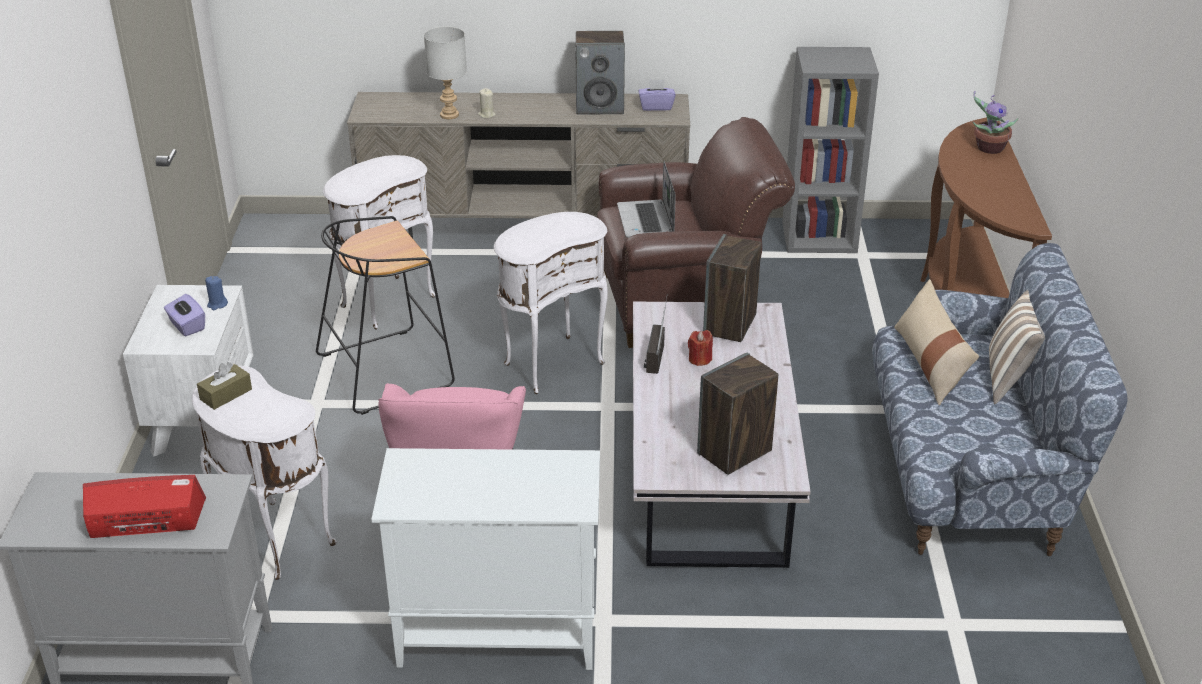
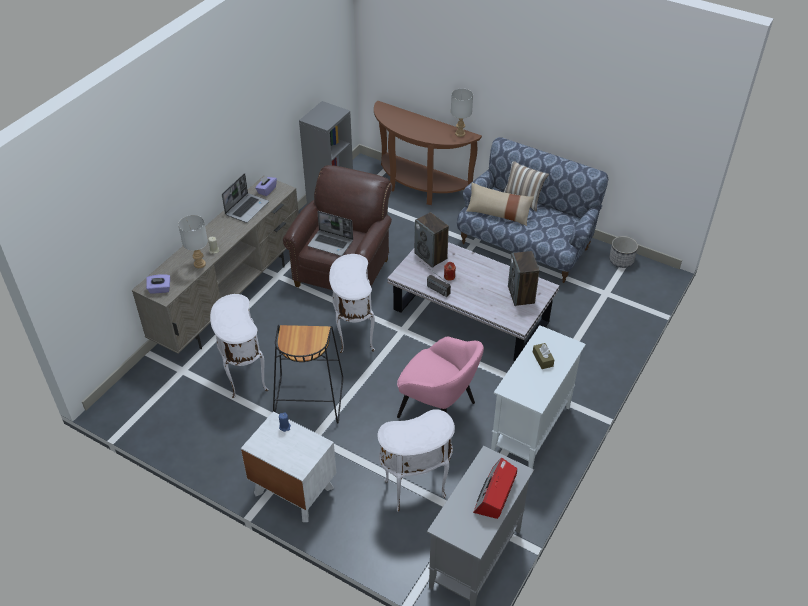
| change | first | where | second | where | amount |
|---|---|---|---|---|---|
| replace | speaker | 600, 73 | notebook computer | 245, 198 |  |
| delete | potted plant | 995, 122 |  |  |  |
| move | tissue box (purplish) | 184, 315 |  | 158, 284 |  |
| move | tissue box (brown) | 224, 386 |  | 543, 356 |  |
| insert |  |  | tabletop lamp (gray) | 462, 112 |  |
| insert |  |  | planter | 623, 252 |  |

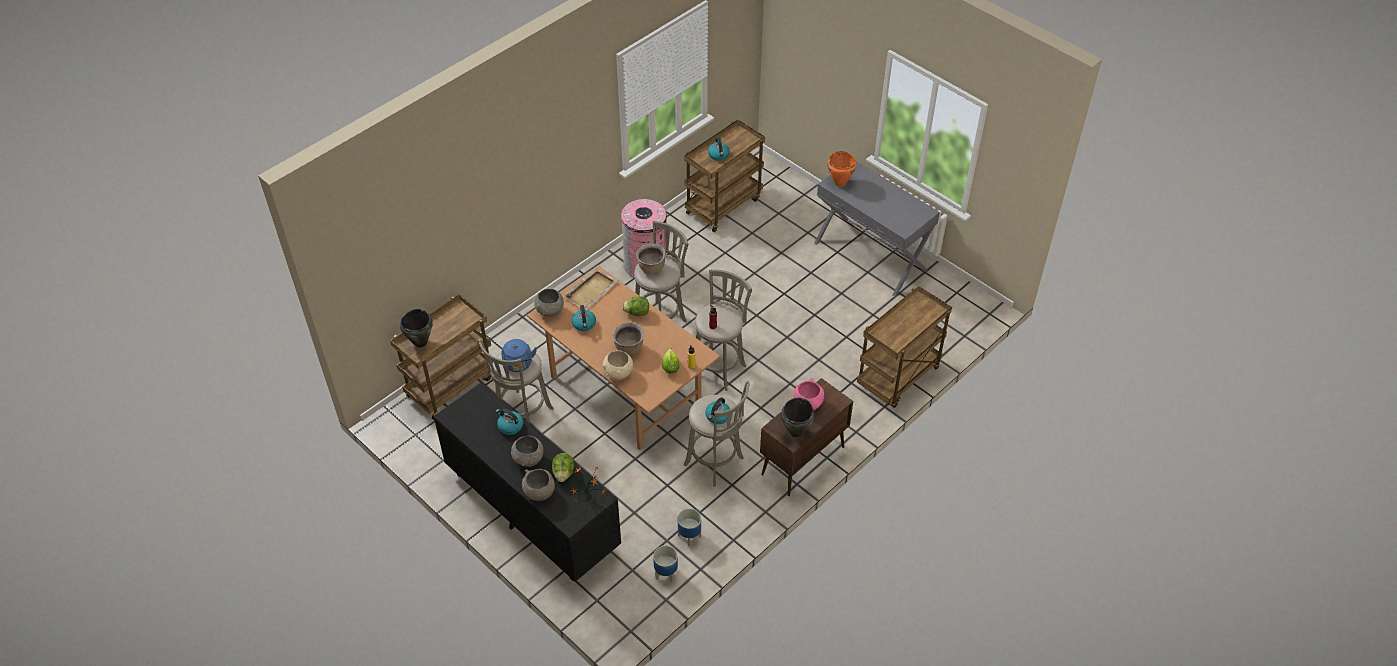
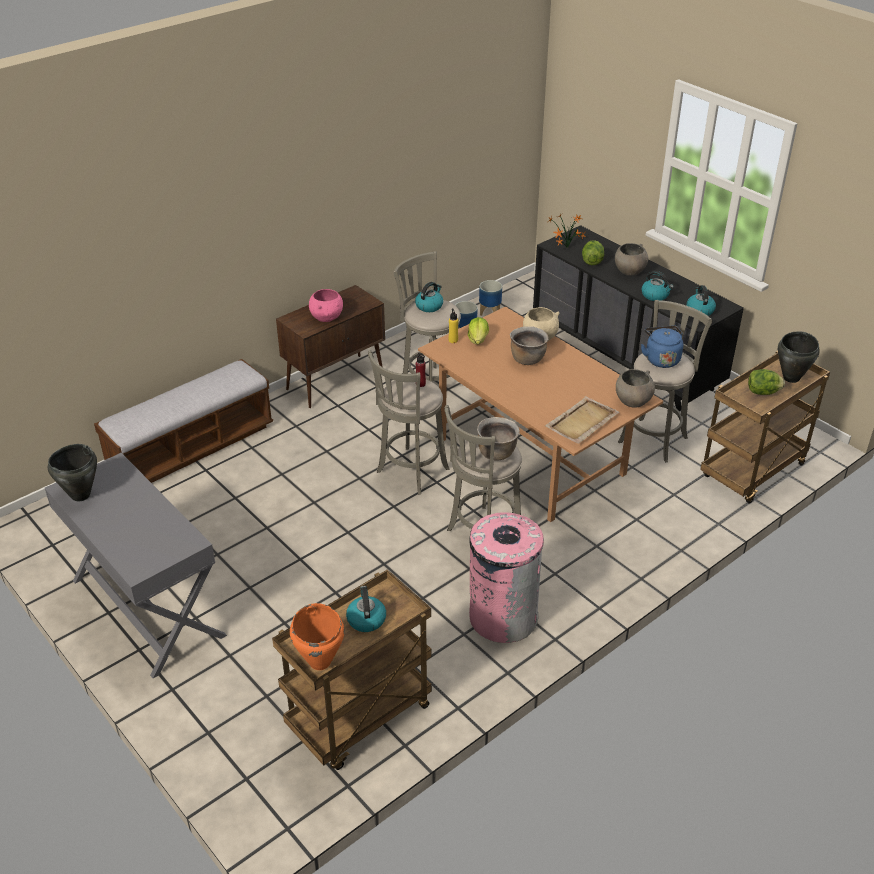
| change | first | where | second | where | amount |
|---|---|---|---|---|---|
| move | stockpot (orange) | 842, 169 |  | 317, 636 |  |
| replace | trolley (brown) | 904, 347 | bench | 183, 421 |  |
| move | lettuce | 635, 306 |  | 766, 382 |  |
| move | water kettle | 584, 318 |  | 701, 300 |  |
| move | stockpot (black-coloured) | 797, 417 |  | 72, 472 |  |
| delete | deep dish (gray) | 538, 485 |  |  |  |

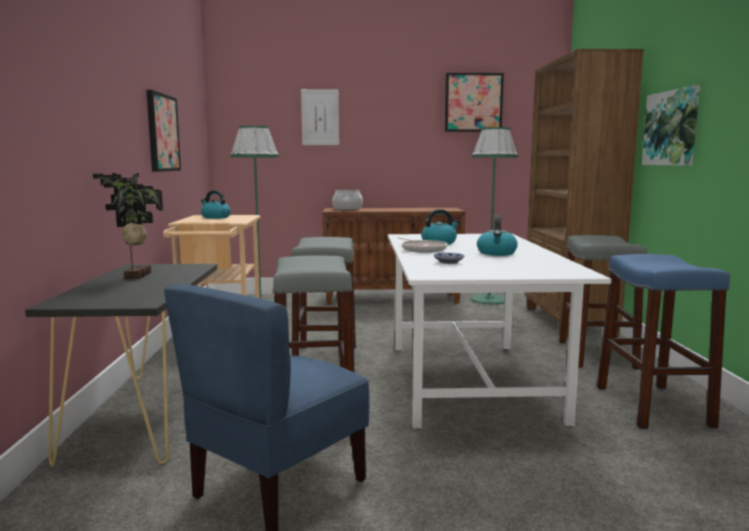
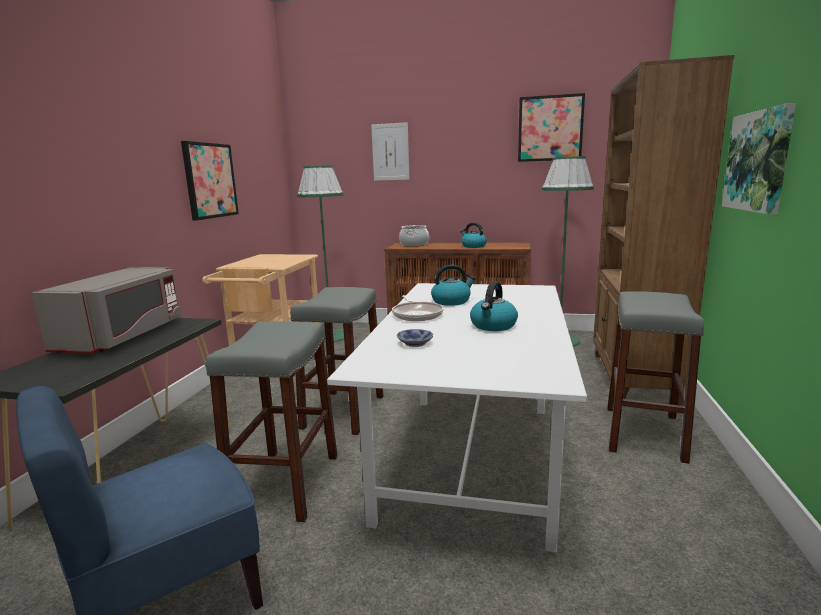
| change | first | where | second | where | amount |
|---|---|---|---|---|---|
| replace | potted plant | 128, 226 | microwave (gray) | 106, 310 |  |
| move | water kettle | 216, 204 |  | 474, 235 |  |
| delete | stool (blue-coloured) | 663, 341 |  |  |  |

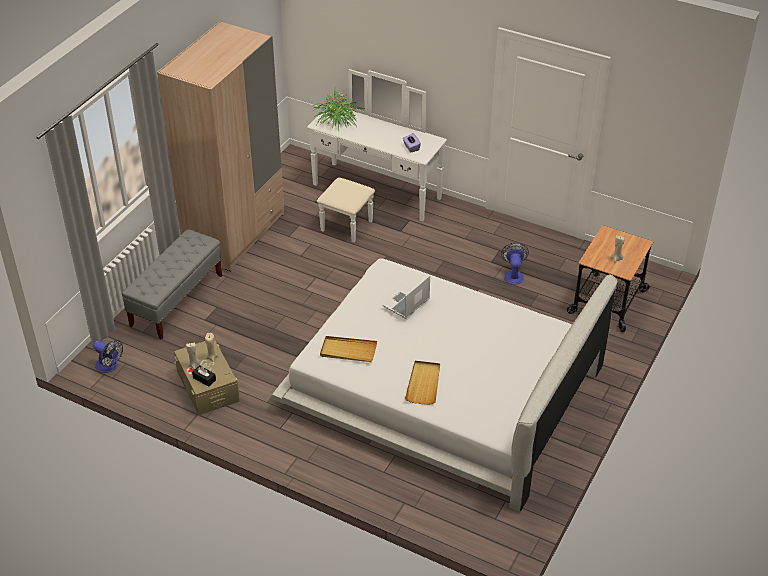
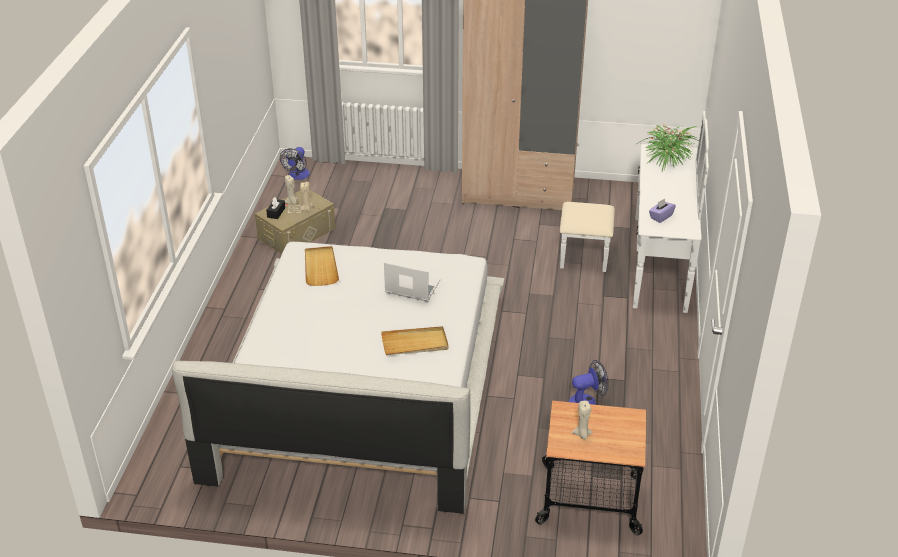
| change | first | where | second | where | amount |
|---|---|---|---|---|---|
| delete | bench (gray) | 172, 284 |  |  |  |
| move | carrying tray (sand-coloured) | 422, 383 |  | 415, 340 |  |

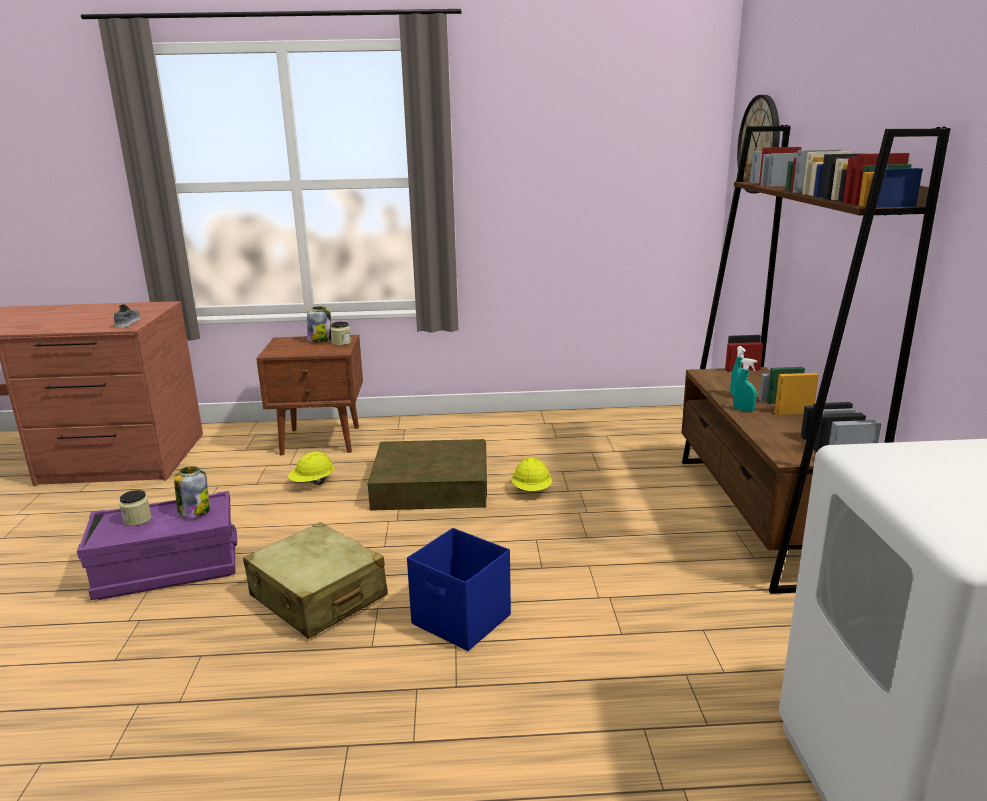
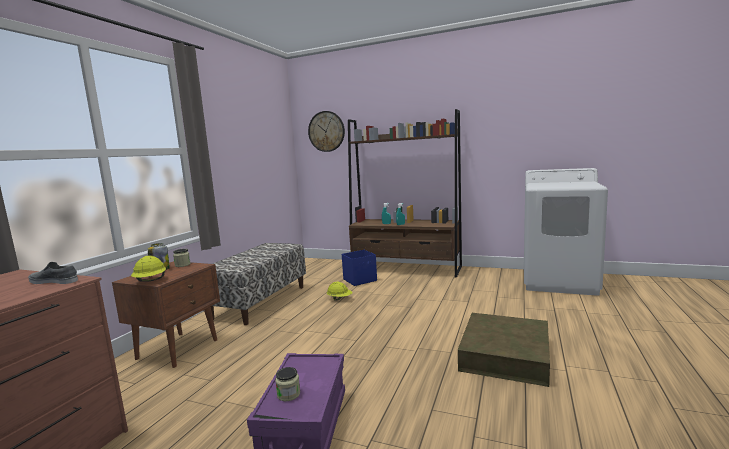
| change | first | where | second | where | amount |
|---|---|---|---|---|---|
| move | storage bin (brown) | 427, 475 |  | 504, 350 |  |
| move | work helmet (yellow-coloured) | 311, 468 |  | 148, 268 |  |
| delete | preserve jar | 192, 492 |  |  |  |
| delete | travel case (sand-coloured) | 315, 580 |  |  |  |
| move | storage bin (blue-coloured) | 459, 589 |  | 359, 268 |  |
| insert |  |  | bench | 258, 284 |  |

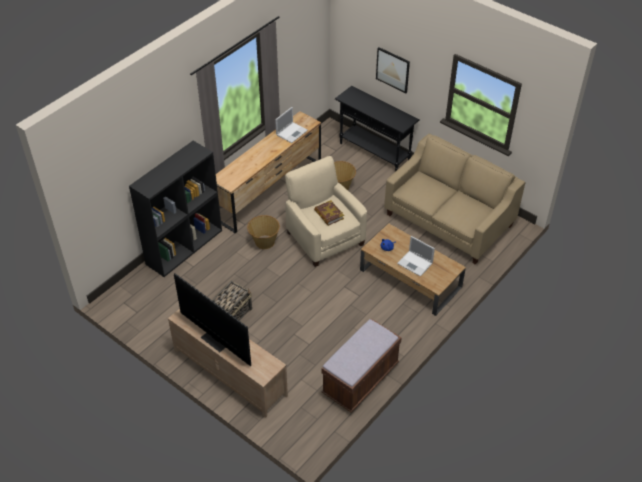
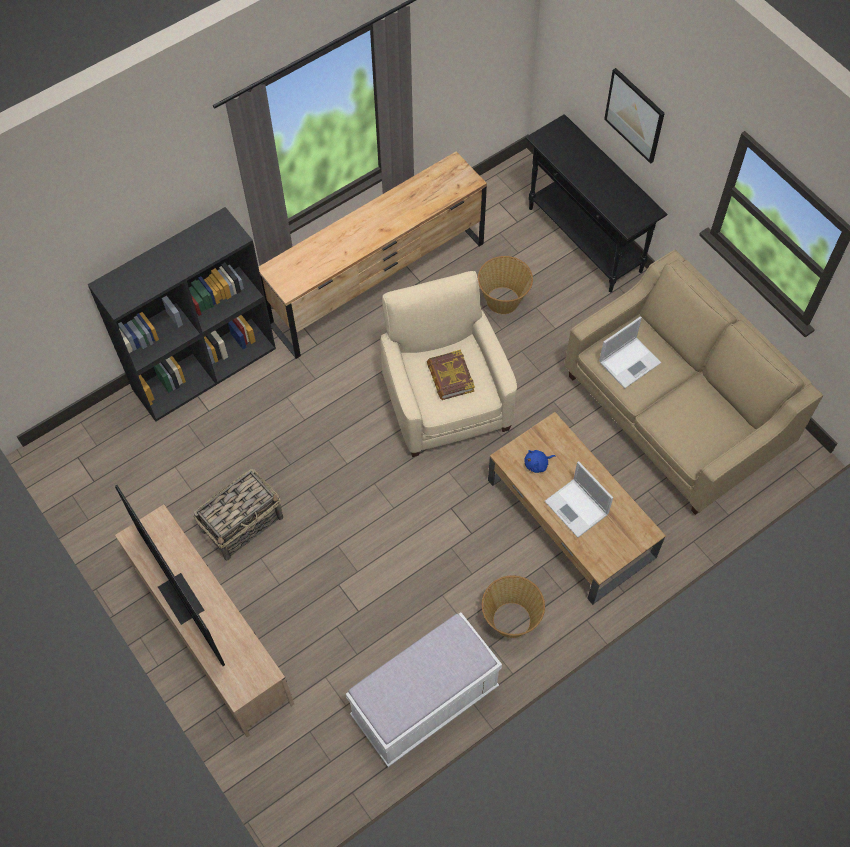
| change | first | where | second | where | amount |
|---|---|---|---|---|---|
| move | notebook computer | 291, 125 |  | 630, 352 |  |
| move | household basket | 263, 232 |  | 513, 607 |  |
| recolor | bench (brown) | 361, 366 | bench (white) | 424, 689 |  |

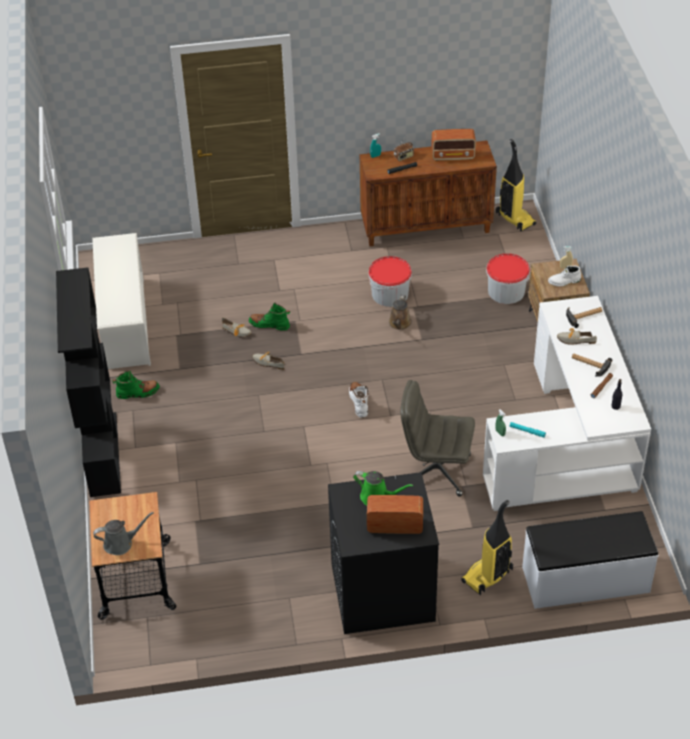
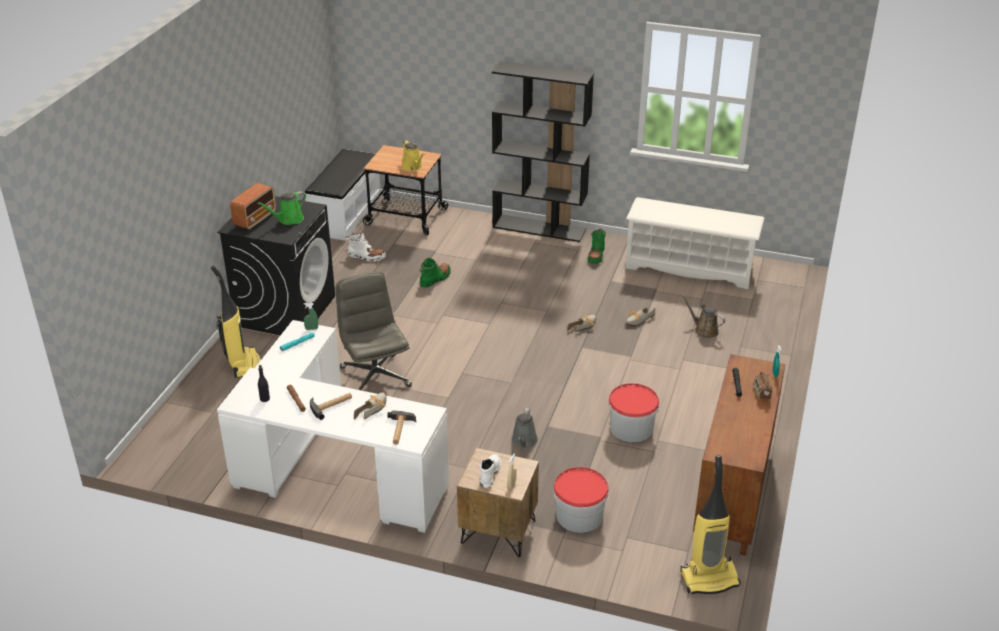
| change | first | where | second | where | amount |
|---|---|---|---|---|---|
| delete | radio receiver | 453, 145 |  |  |  |
| move | watering pot (brown) | 400, 312 |  | 703, 316 |  |
| move | tall boot (greenish) | 269, 317 |  | 435, 273 |  |
| rotate | desk chair (gray) | 437, 438 |  | 374, 330 | 60 degrees counterclockwise |
| move | tall boot (white) | 359, 400 |  | 366, 247 |  |
| move | bench (white) | 590, 560 |  | 343, 195 |  |
| move | watering pot (gray) | 123, 533 |  | 524, 428 |  |
| insert |  |  | watering pot (yellow-coloured) | 413, 155 |  |

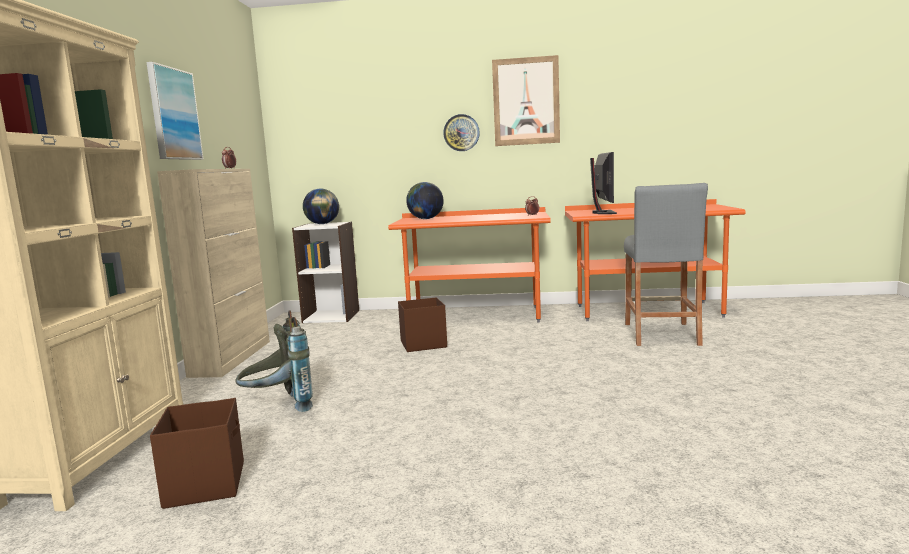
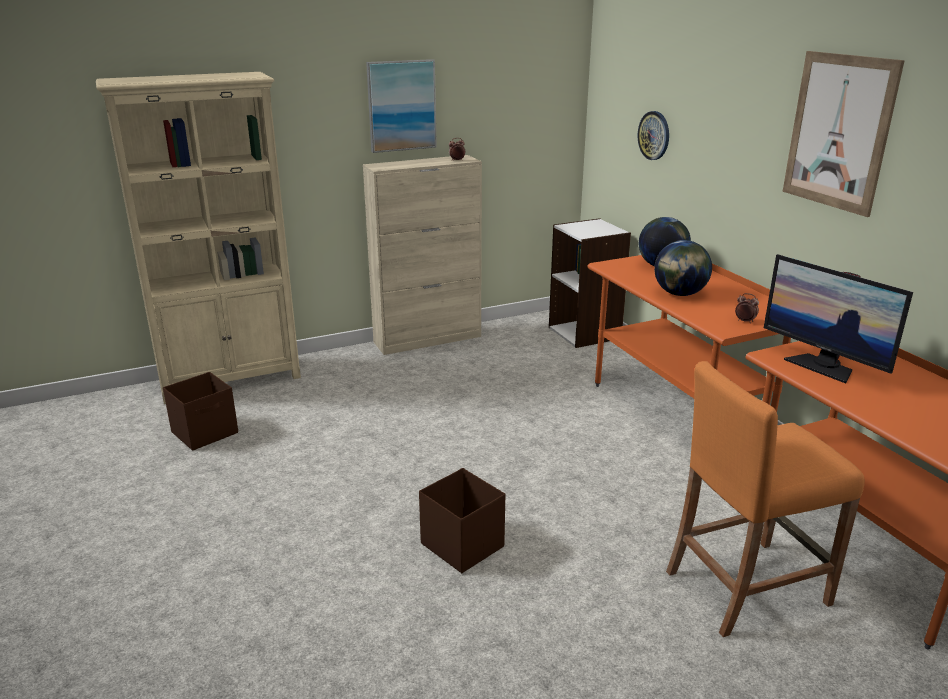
| change | first | where | second | where | amount |
|---|---|---|---|---|---|
| move | wall clock | 461, 132 |  | 653, 135 |  |
| rotate | computer display | 603, 183 |  | 838, 319 | 75 degrees clockwise |
| recolor | stool (gray) | 666, 264 | stool (orange) | 765, 499 |  |
| move | globe | 321, 206 |  | 683, 268 |  |
| move | storage bin (brown) | 422, 324 |  | 462, 520 |  |
| delete | knapsack (gray) | 274, 361 |  |  |  |

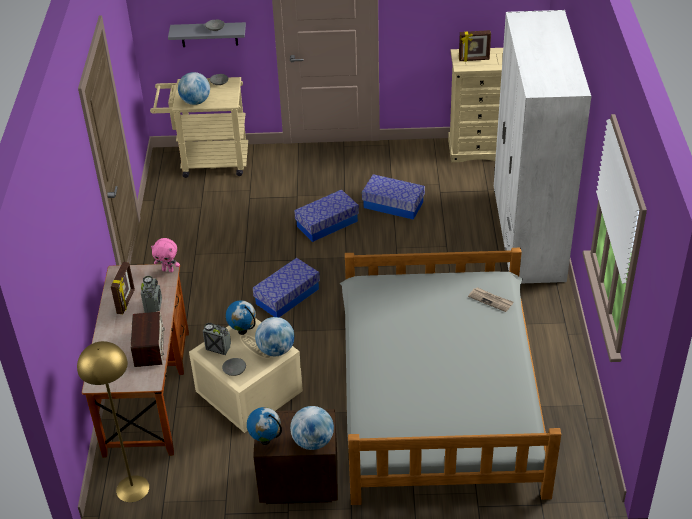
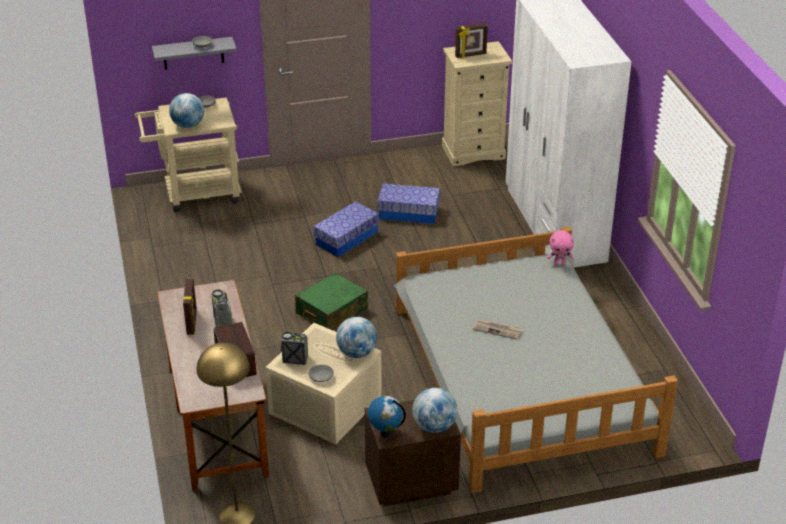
| change | first | where | second | where | amount |
|---|---|---|---|---|---|
| move | soft toy (pink) | 165, 255 |  | 560, 247 |  |
| replace | storage bin | 286, 287 | travel case (greenish) | 331, 301 |  |
| move | newspaper | 491, 299 |  | 497, 329 |  |
| delete | globe | 241, 317 |  |  |  |

